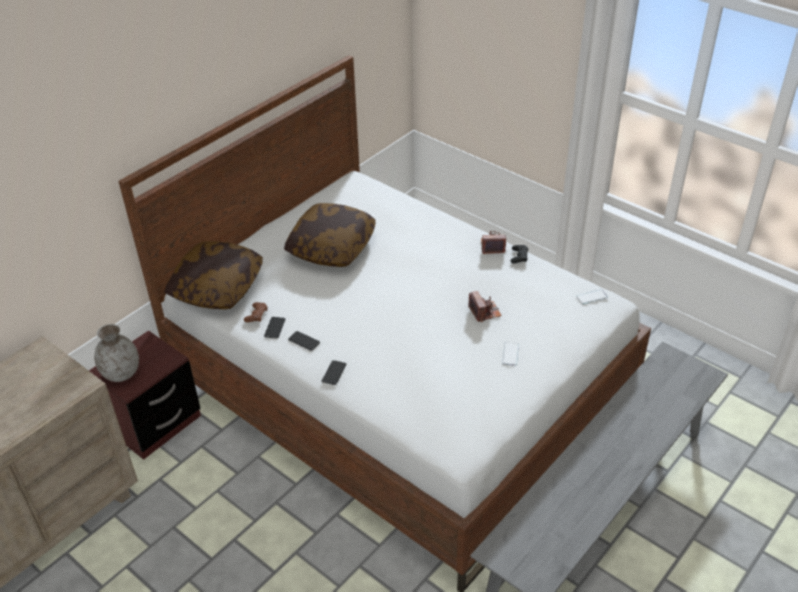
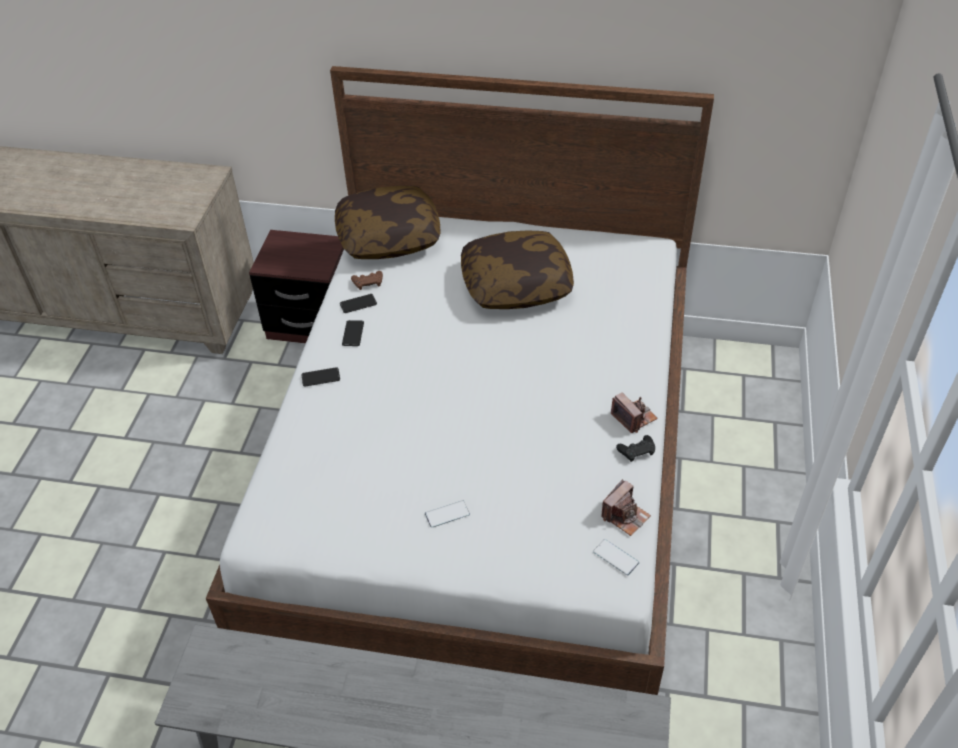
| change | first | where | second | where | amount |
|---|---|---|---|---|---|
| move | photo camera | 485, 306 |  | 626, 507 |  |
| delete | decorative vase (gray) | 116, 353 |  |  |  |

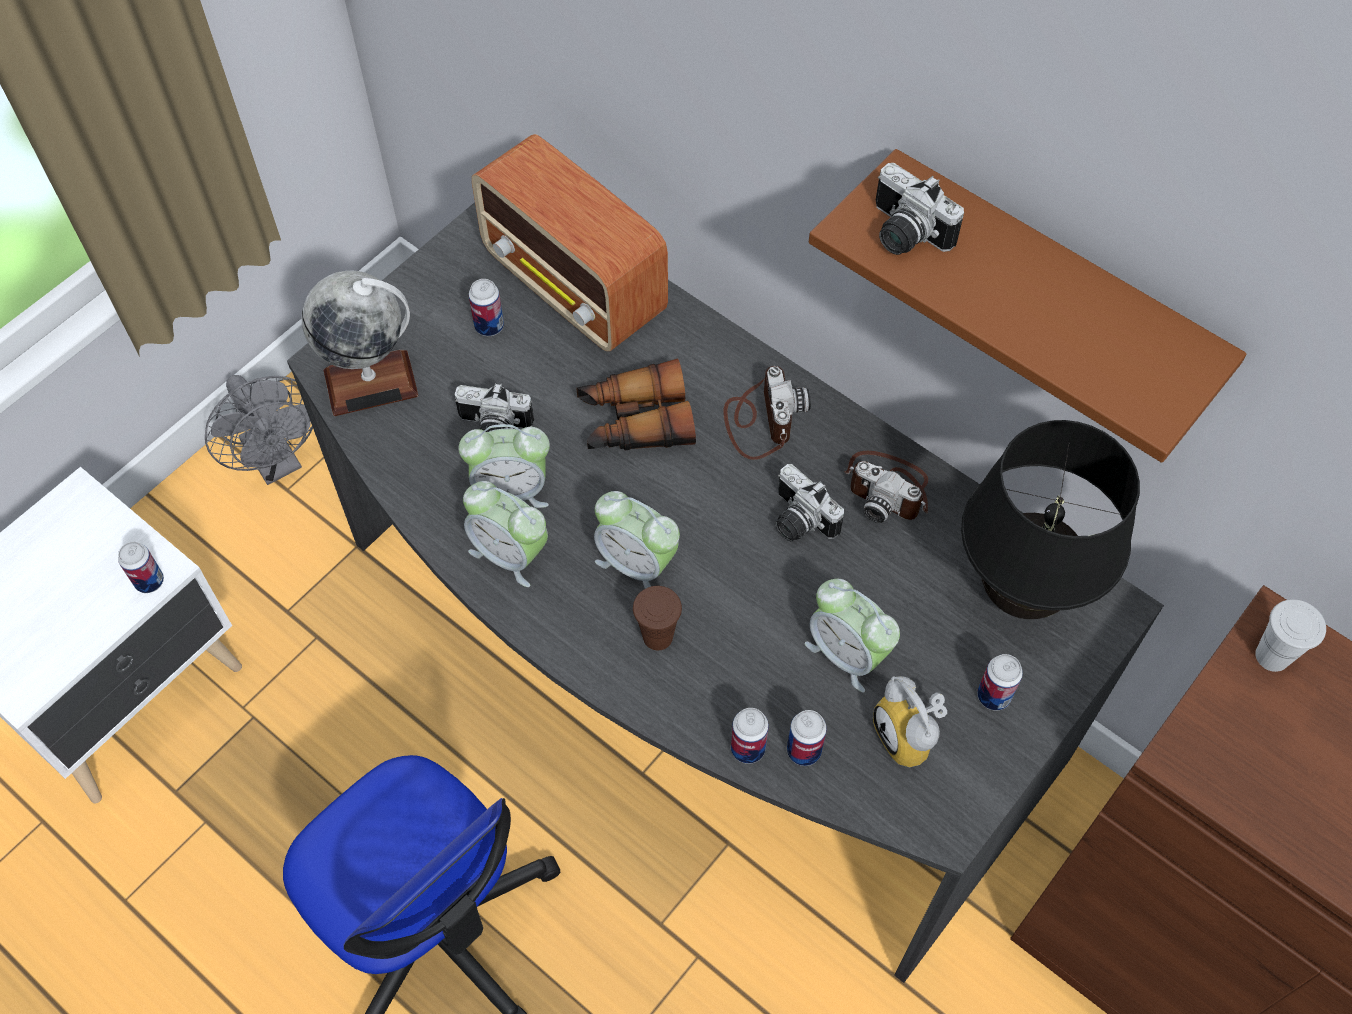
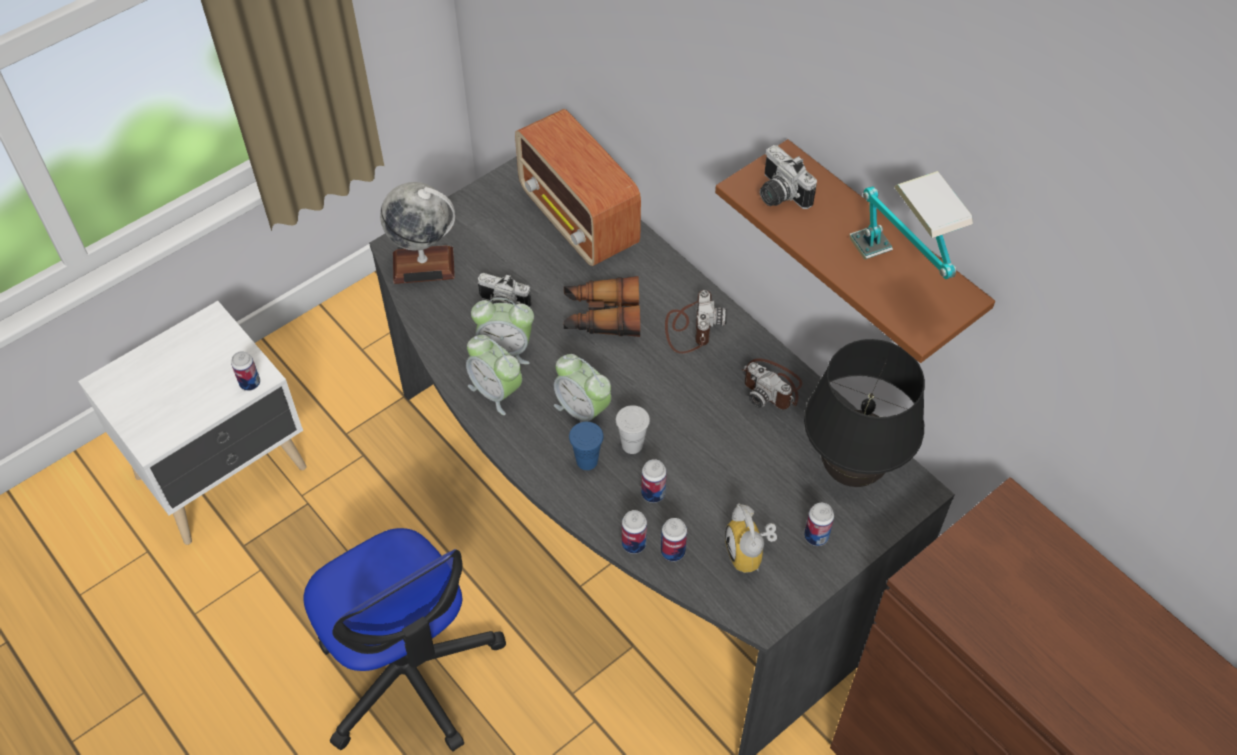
| change | first | where | second | where | amount |
|---|---|---|---|---|---|
| move | can | 486, 307 |  | 654, 481 |  |
| delete | cooling fan (gray) | 259, 430 |  |  |  |
| delete | photo camera | 809, 502 |  |  |  |
| delete | bedside clock | 852, 635 |  |  |  |
| recolor | small cup (brown) | 657, 618 | small cup (blue-coloured) | 586, 446 |  |
| move | small cup (white) | 1290, 635 |  | 633, 429 |  |
| insert |  |  | tabletop lamp | 911, 225 |  |

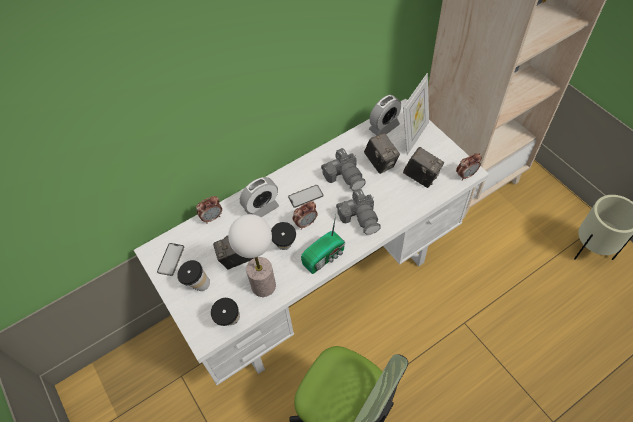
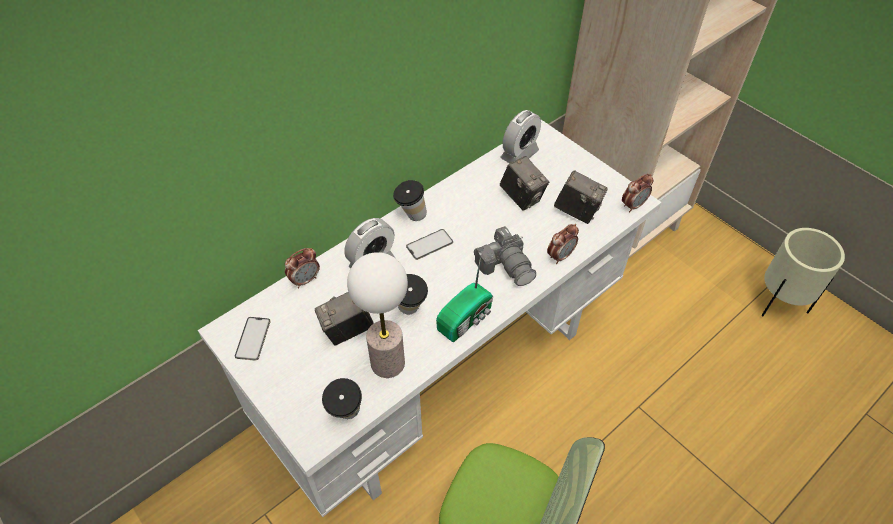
| change | first | where | second | where | amount |
|---|---|---|---|---|---|
| delete | standing frame | 416, 114 |  |  |  |
| delete | photo camera | 343, 169 |  |  |  |
| move | bedside clock | 305, 215 |  | 563, 244 |  |
| move | small cup | 193, 275 |  | 410, 200 |  |

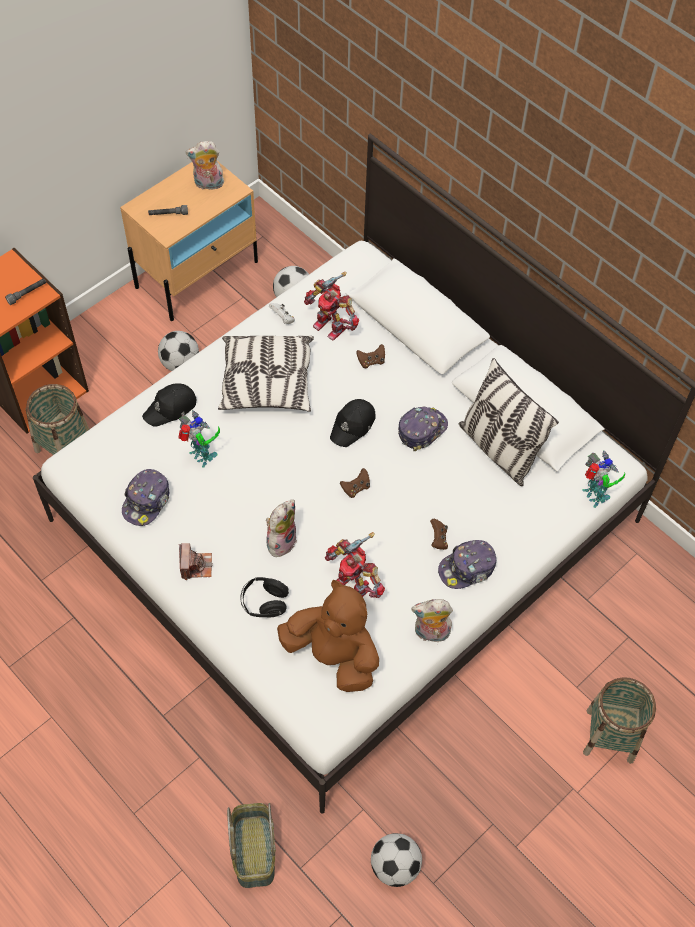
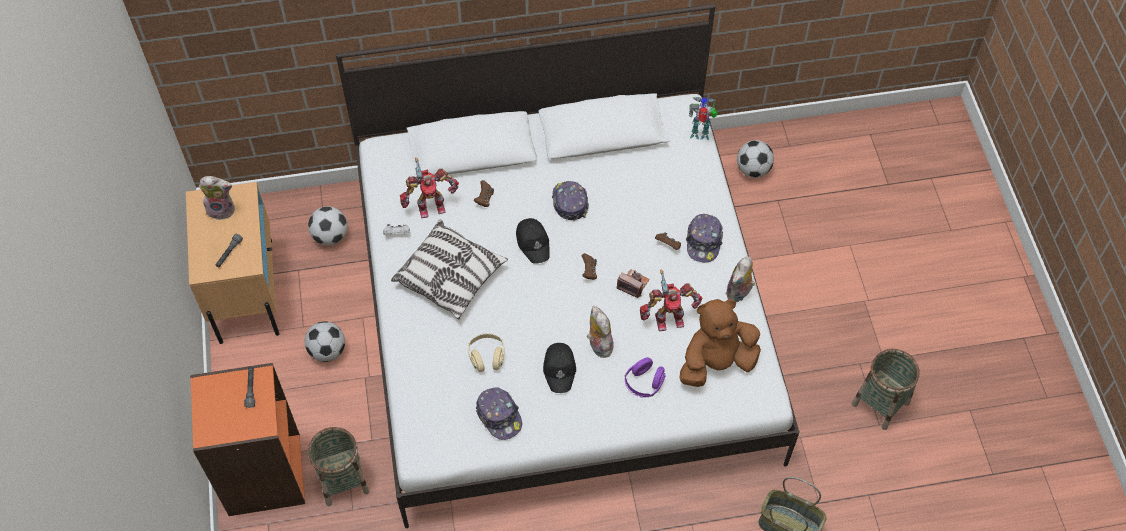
| change | first | where | second | where | amount |
|---|---|---|---|---|---|
| rotate | soft toy | 205, 166 |  | 217, 198 | 120 degrees counterclockwise |
| delete | throw pillow | 509, 422 |  |  |  |
| move | peaked cap (black-coloured) | 169, 405 |  | 559, 368 |  |
| replace | toy robot | 199, 438 | headset (sand-coloured) | 486, 352 |  |
| move | photo camera | 195, 561 |  | 633, 283 |  |
| recolor | headset (black-coloured) | 265, 597 | headset (purplish) | 645, 377 |  |
| move | household basket | 619, 721 |  | 886, 389 |  |
| move | ball for football | 396, 860 |  | 755, 159 |  |

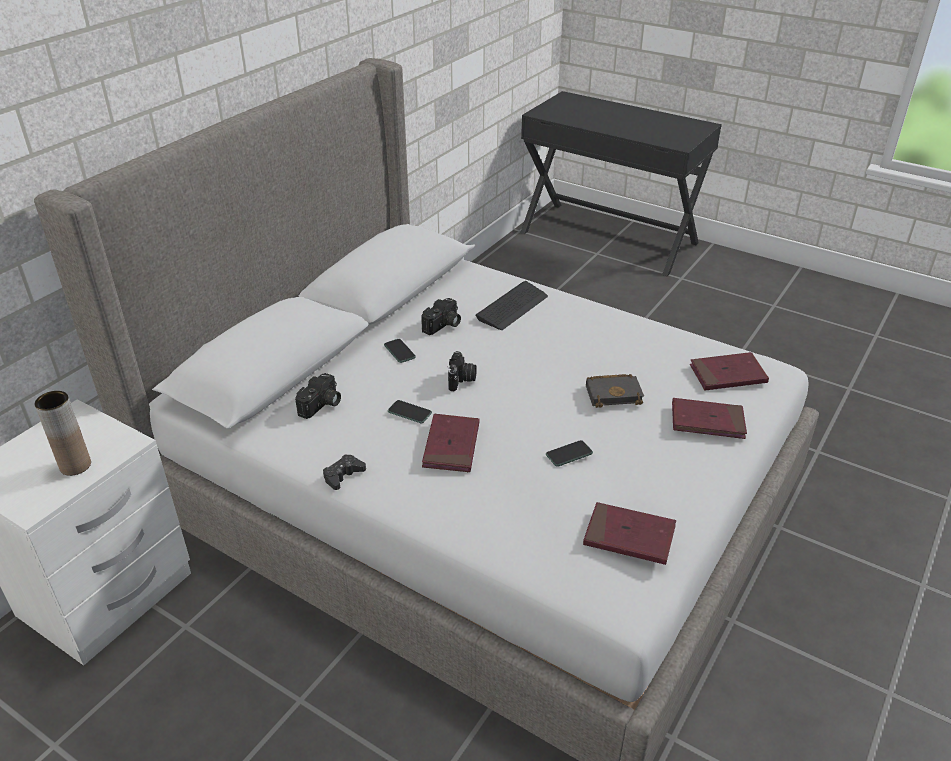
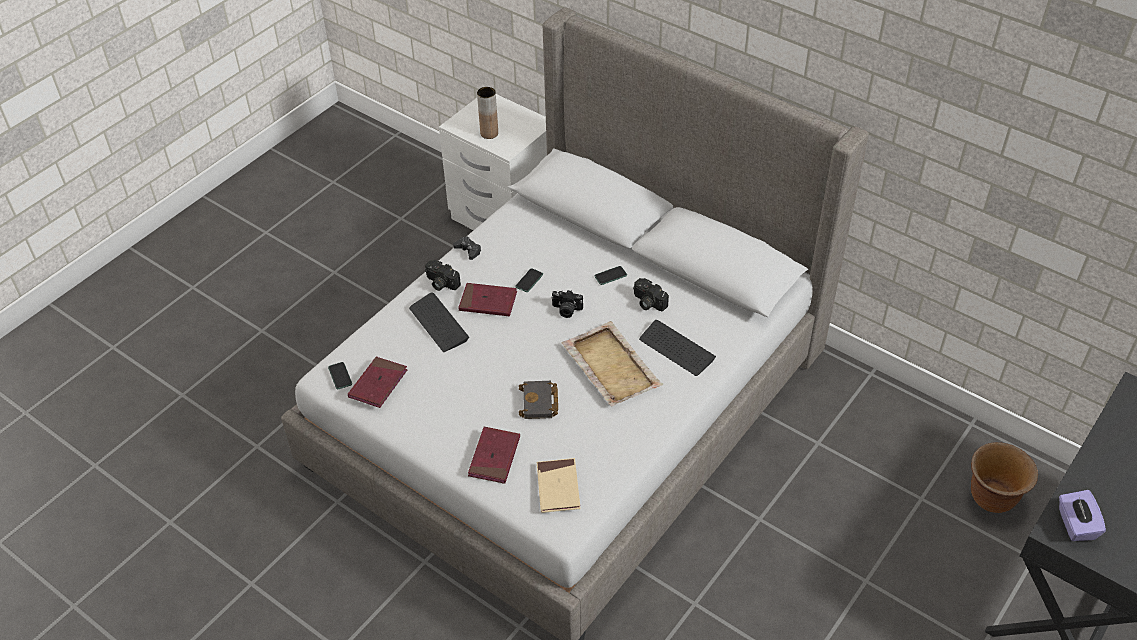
| change | first | where | second | where | amount |
|---|---|---|---|---|---|
| recolor | bound book (reddish) | 729, 371 | bound book (sand-coloured) | 558, 485 |  |
| move | photo camera | 318, 396 |  | 443, 275 |  |
| move | handset | 569, 453 |  | 340, 375 |  |
| insert |  |  | computer keyboard | 439, 322 |  |
| insert |  |  | carrying tray (sand-coloured) | 612, 364 |  |
| insert |  |  | planter (brown) | 1004, 477 |  |
| insert |  |  | tissue box (purplish) | 1082, 515 |  |

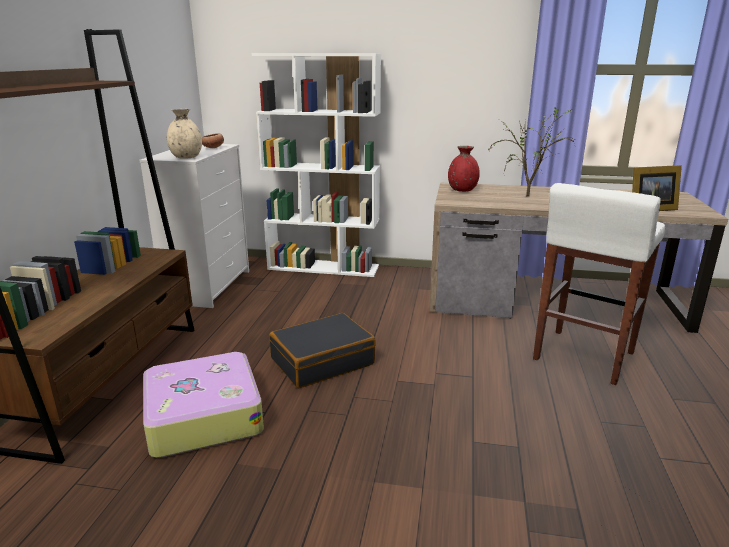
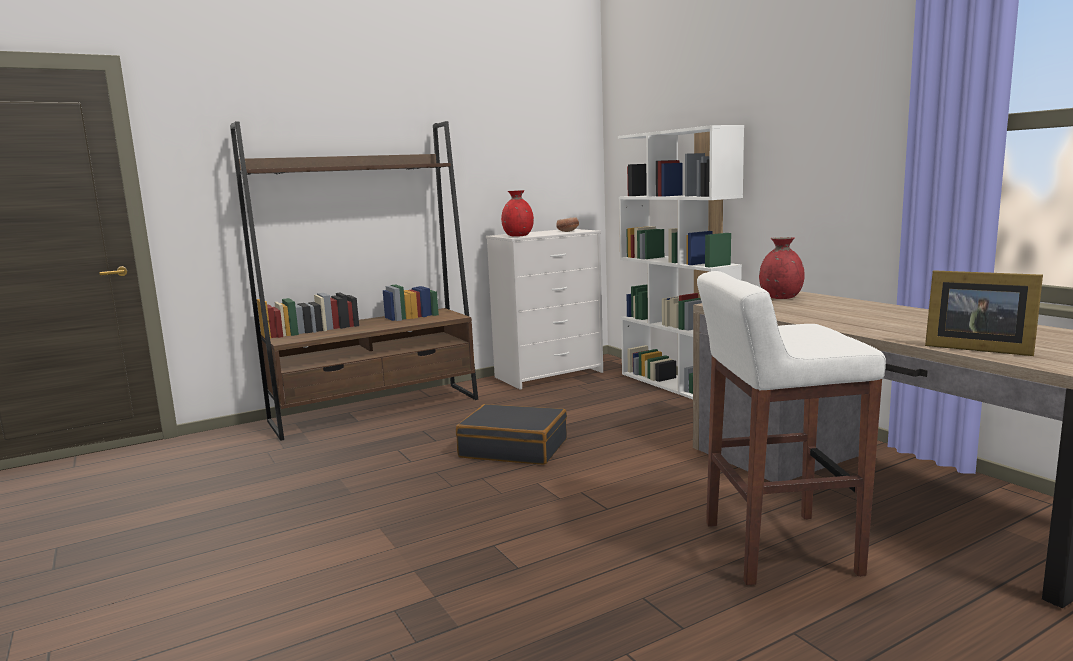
| change | first | where | second | where | amount |
|---|---|---|---|---|---|
| delete | potted plant | 533, 152 |  |  |  |
| recolor | decorative vase (sand-coloured) | 184, 134 | decorative vase (reddish) | 517, 213 |  |
| delete | travel case | 203, 405 |  |  |  |

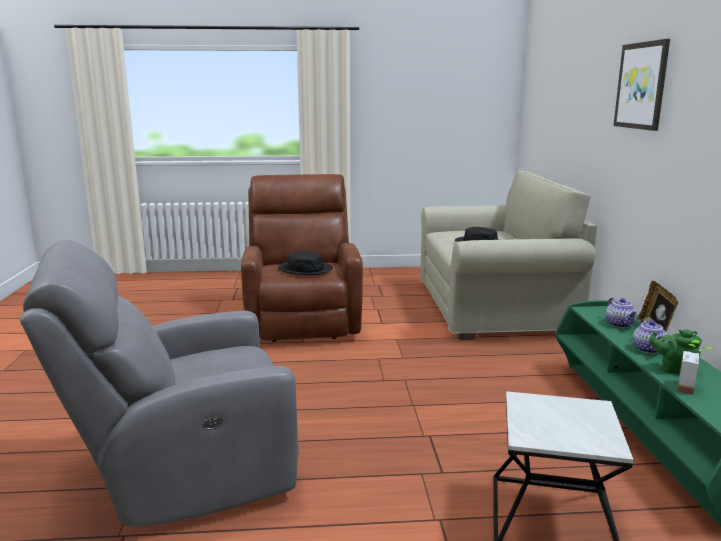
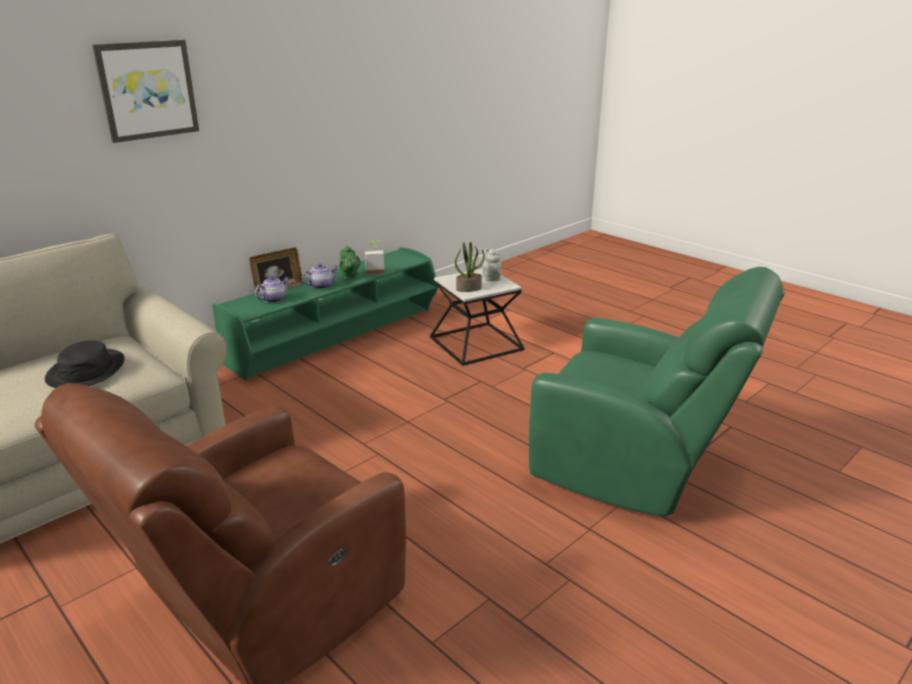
| change | first | where | second | where | amount |
|---|---|---|---|---|---|
| recolor | lounge chair (gray) | 159, 383 | lounge chair (greenish) | 657, 391 |  |
| delete | hat (black-coloured) | 305, 263 |  |  |  |
| insert |  |  | potted plant | 470, 267 |  |
| insert |  |  | tea pot (gray) | 490, 264 |  |

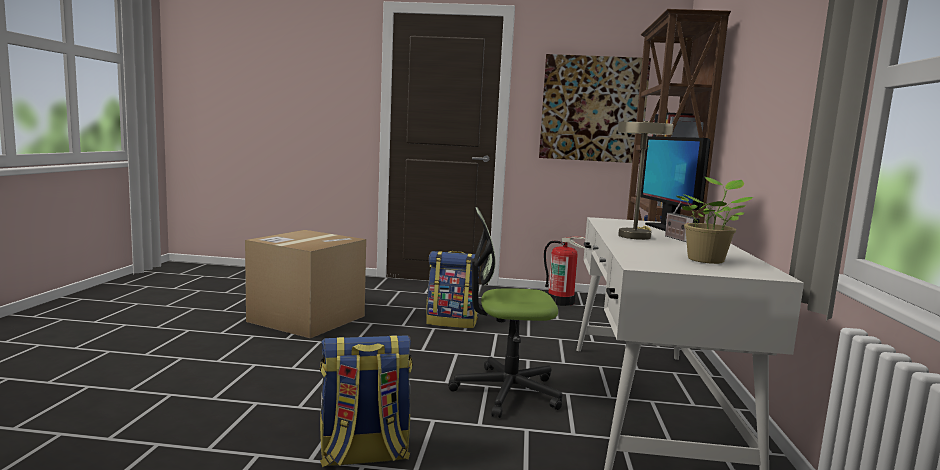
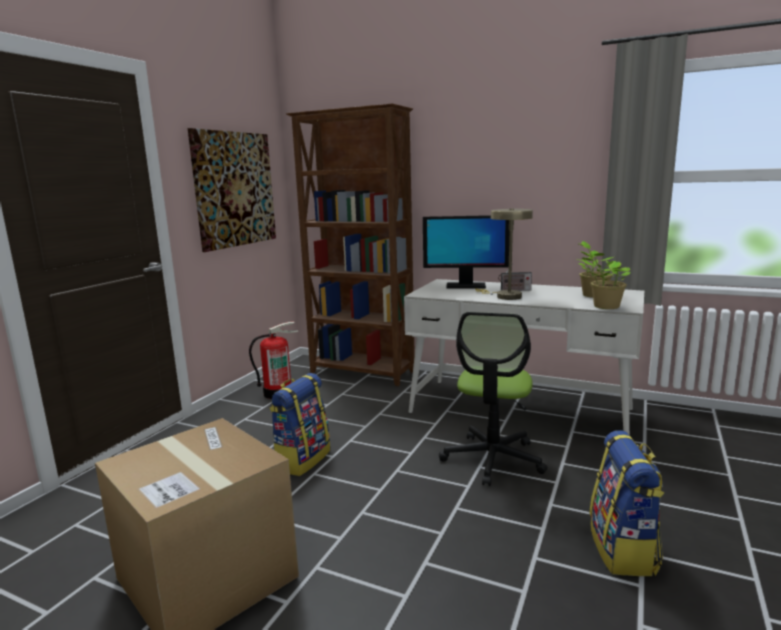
| change | first | where | second | where | amount |
|---|---|---|---|---|---|
| insert |  |  | potted plant | 606, 280 |  |

